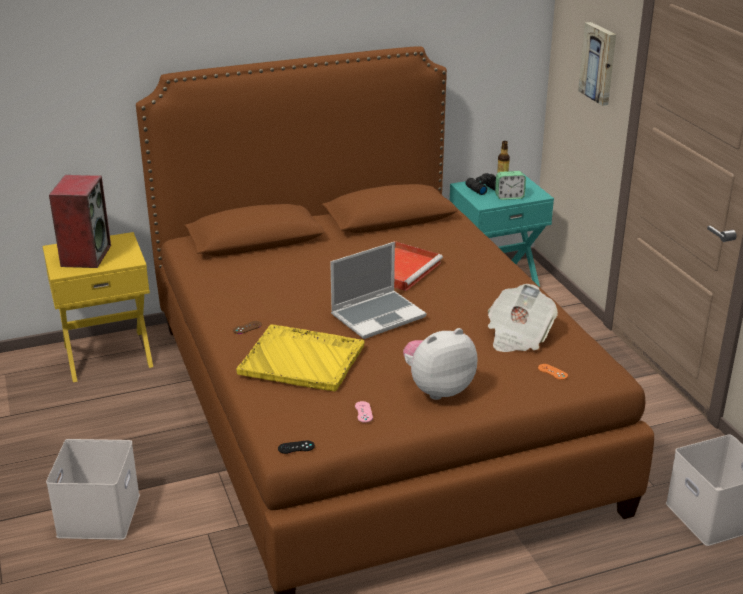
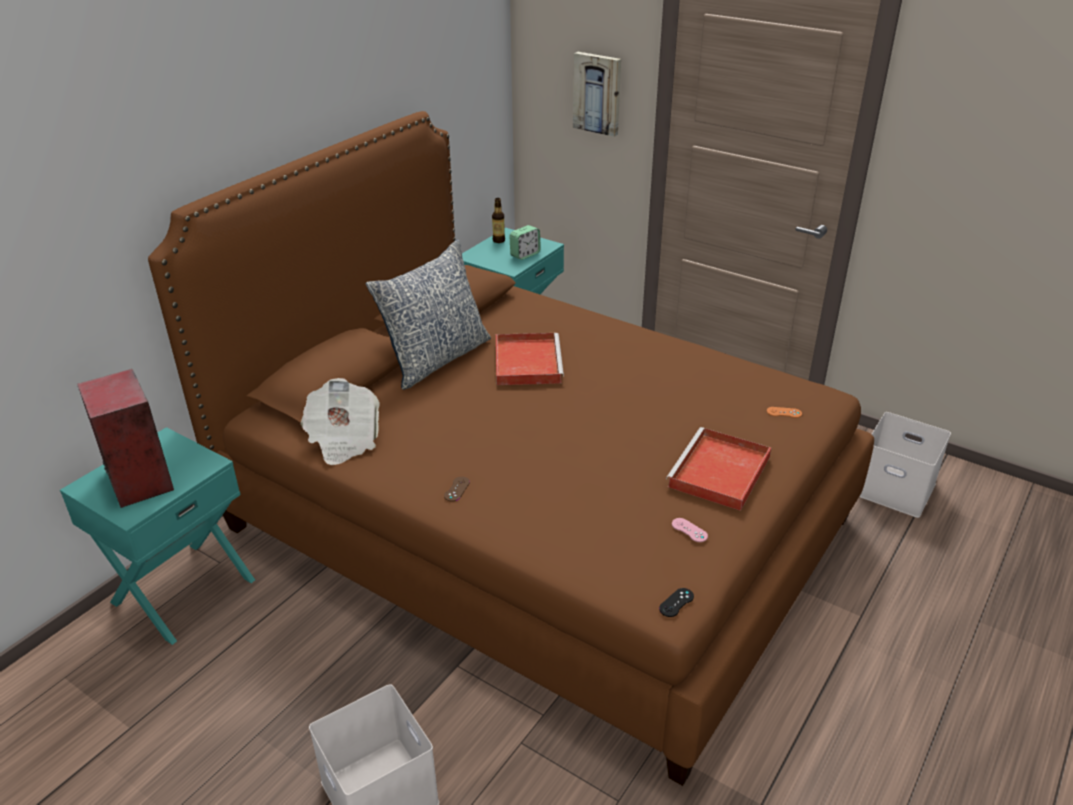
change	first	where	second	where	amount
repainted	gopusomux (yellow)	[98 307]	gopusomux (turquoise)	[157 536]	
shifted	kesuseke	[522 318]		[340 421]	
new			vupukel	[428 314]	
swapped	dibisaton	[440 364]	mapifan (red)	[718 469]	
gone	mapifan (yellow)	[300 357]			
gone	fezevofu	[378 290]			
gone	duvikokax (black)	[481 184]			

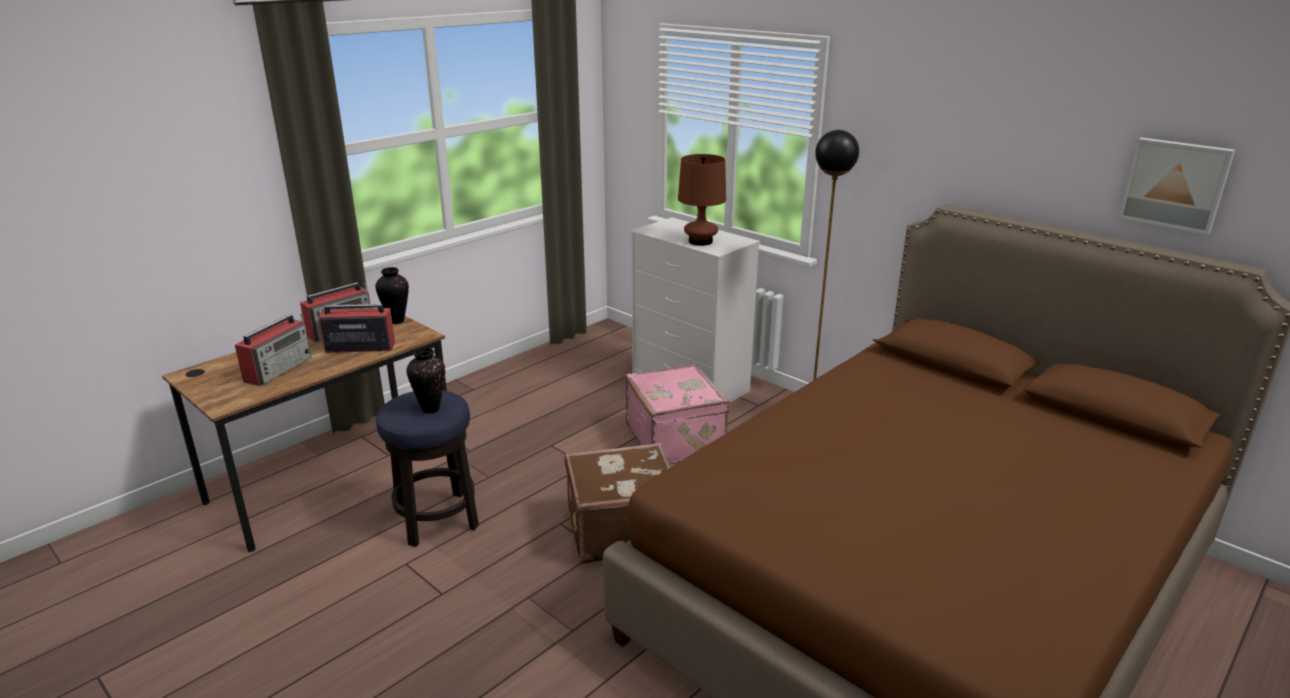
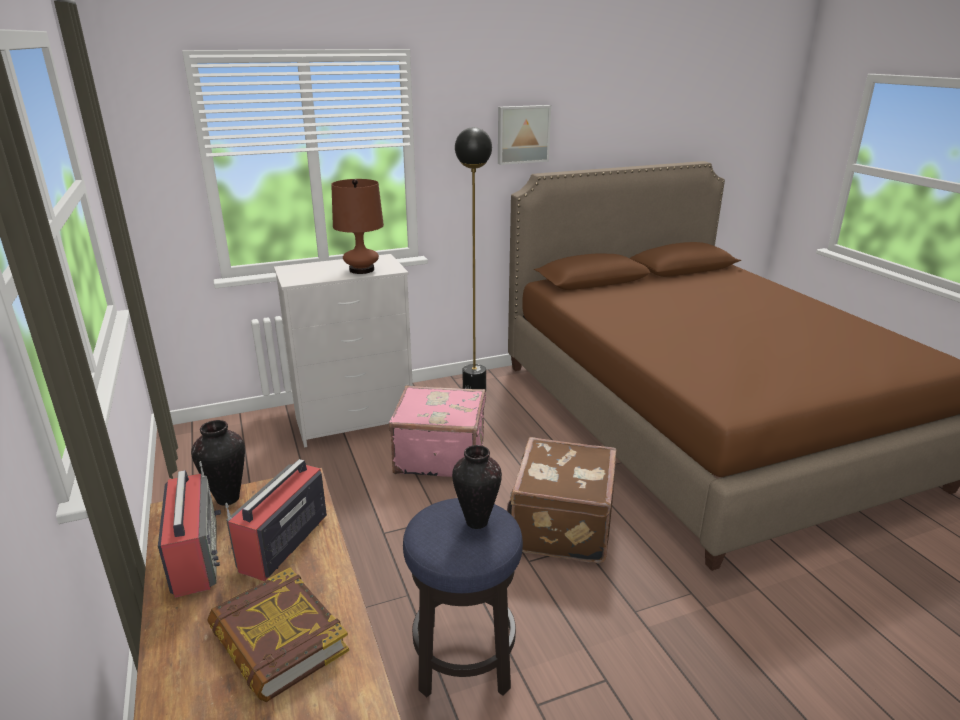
change	first	where	second	where	amount
swapped	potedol	[273 349]	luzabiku	[278 635]	
shifted	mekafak	[1176 185]		[524 135]	

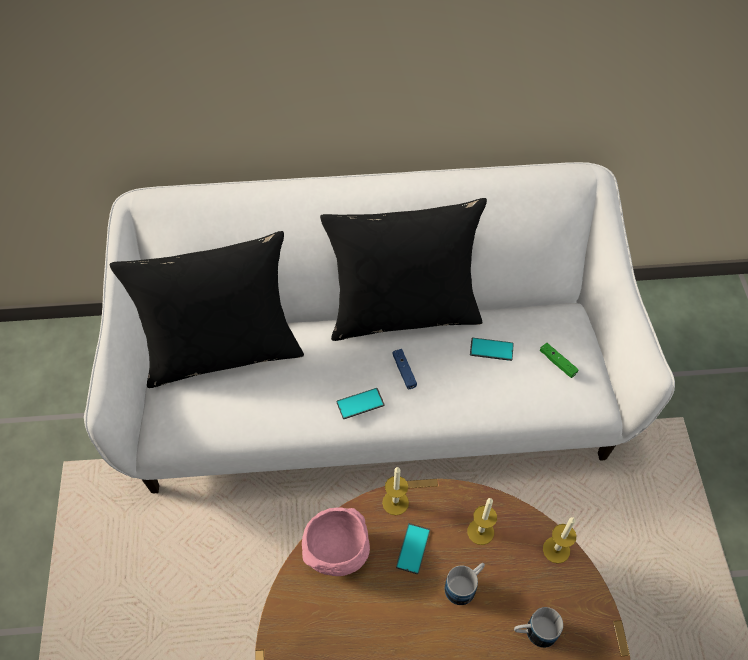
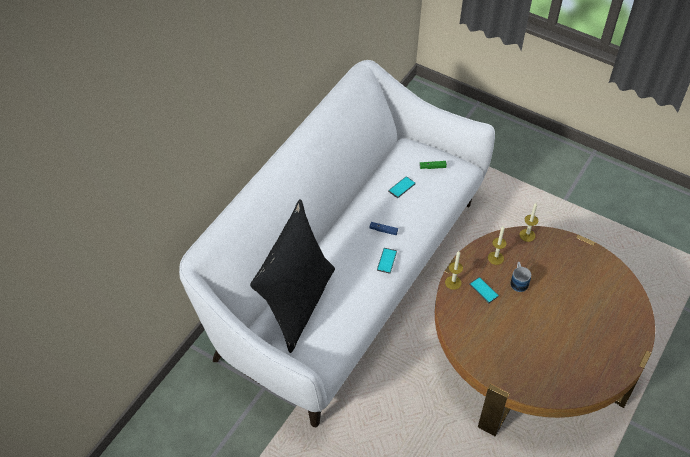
change	first	where	second	where	amount
gone	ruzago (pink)	[336 541]			
gone	vupukel (black)	[403 269]			
gone	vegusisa	[538 627]			

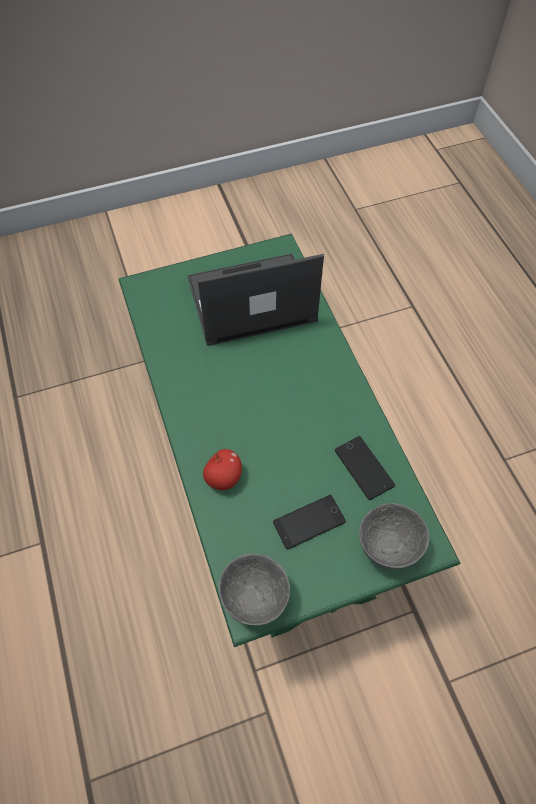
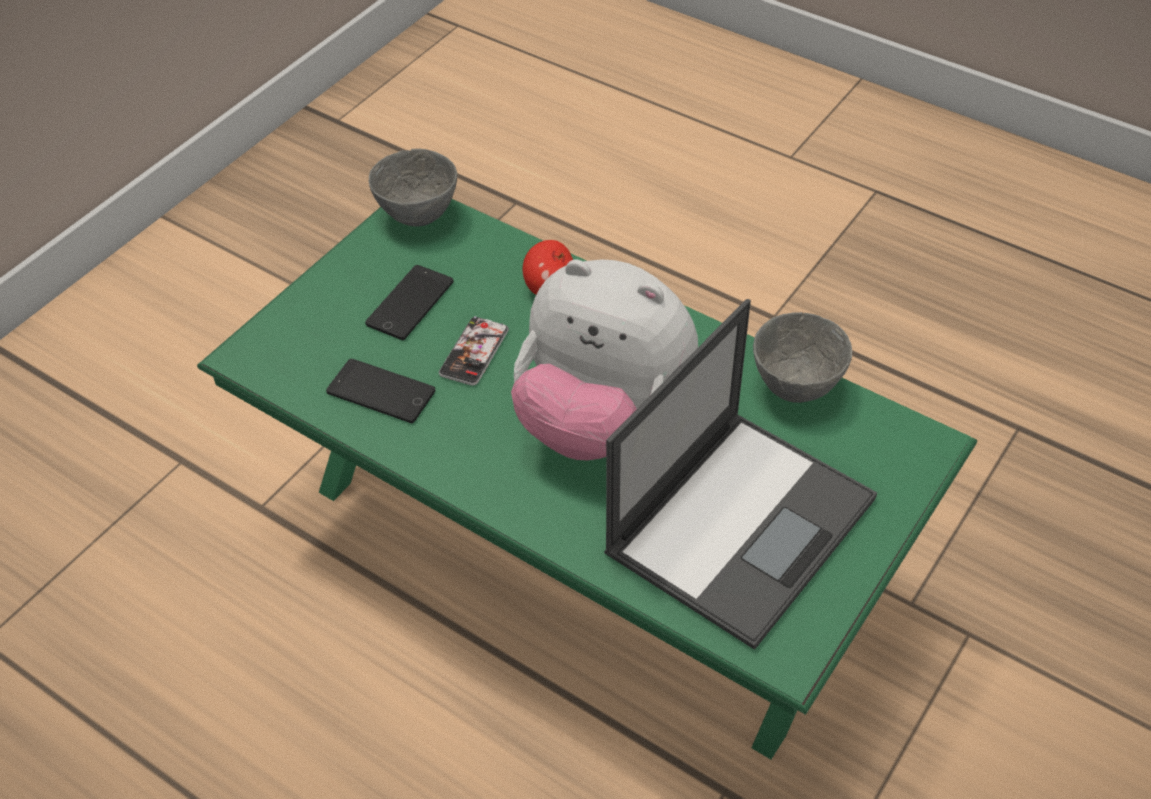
change	first	where	second	where	amount
new			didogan	[474 351]	
new			dibisaton	[604 359]	
shifted	ruzago (grey)	[394 536]		[802 357]	

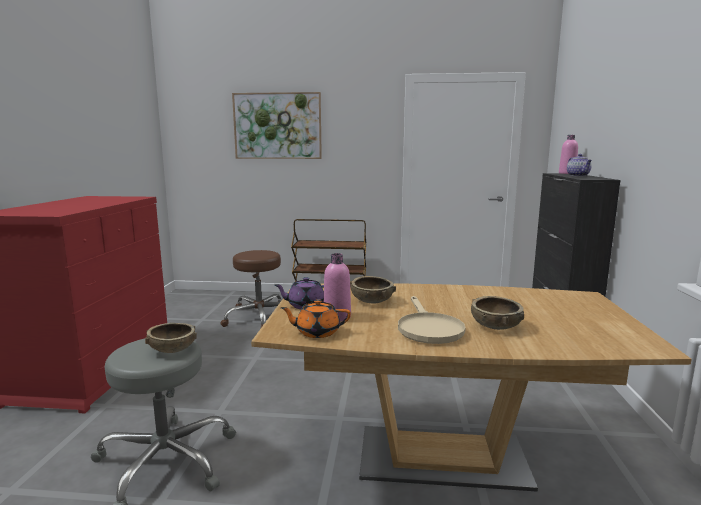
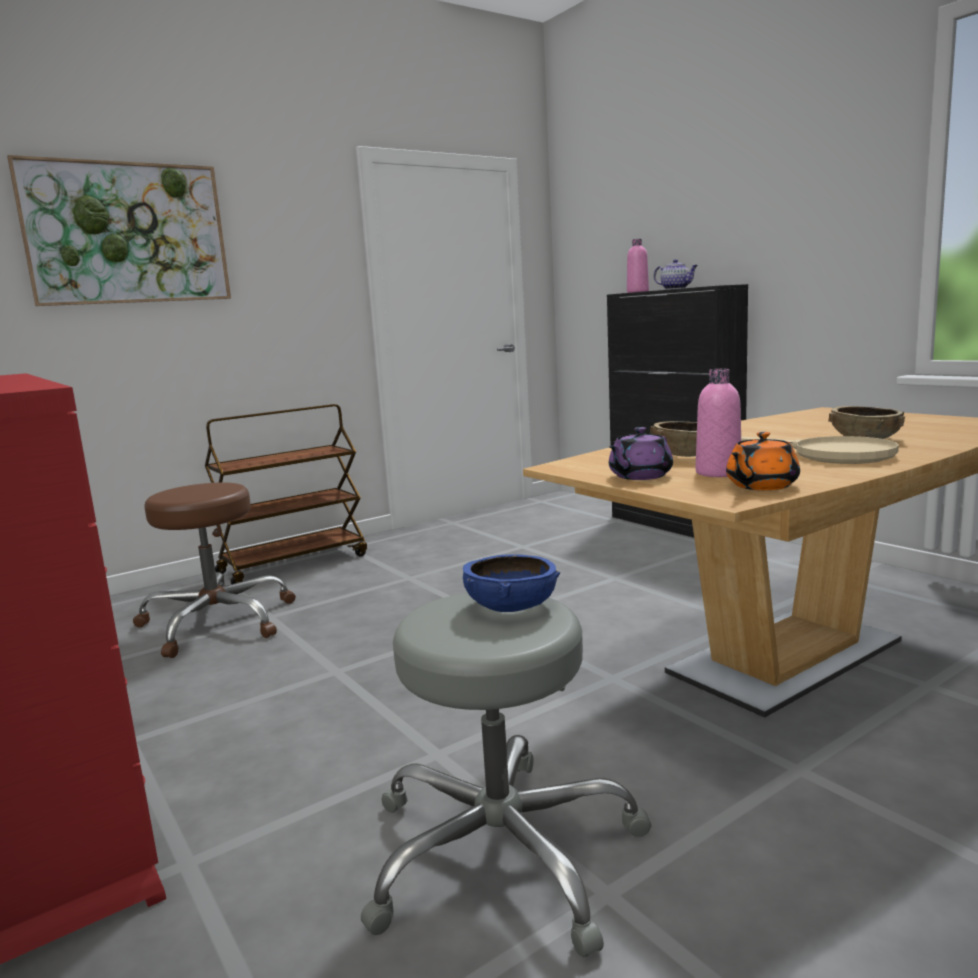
change	first	where	second	where	amount
repainted	ruzago (brown)	[171 338]	ruzago (blue)	[512 583]	

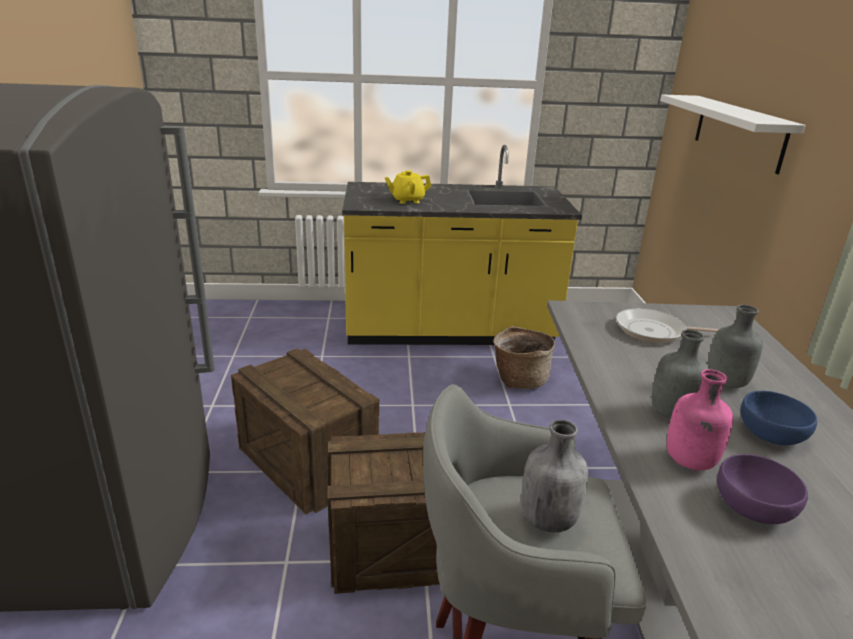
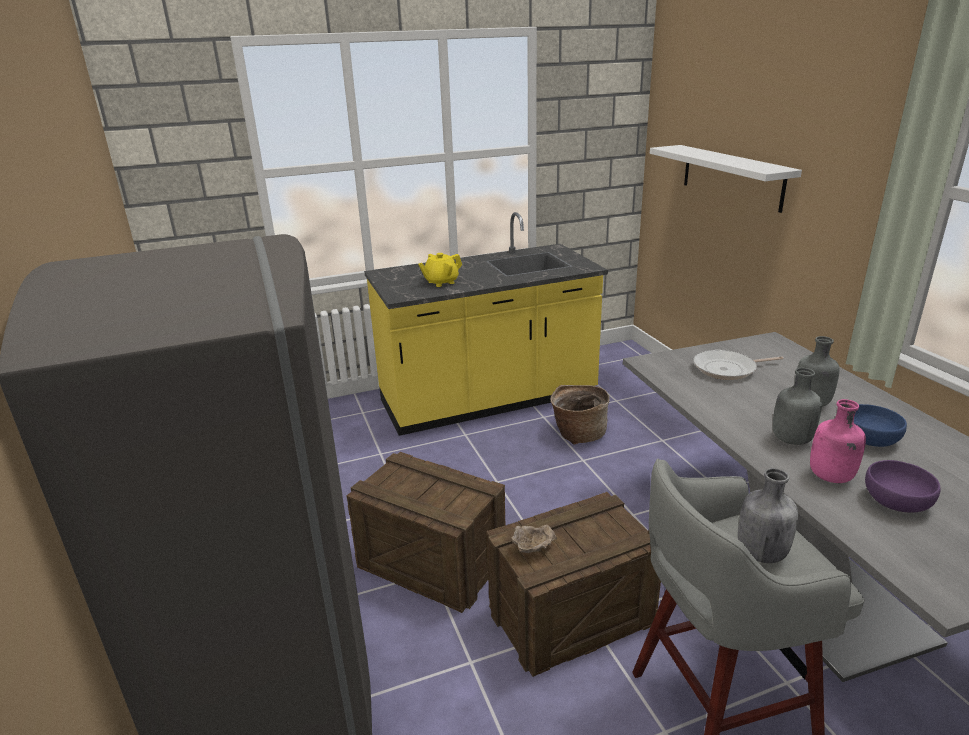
change	first	where	second	where	amount
new			ruzago (beige)	[534 539]	

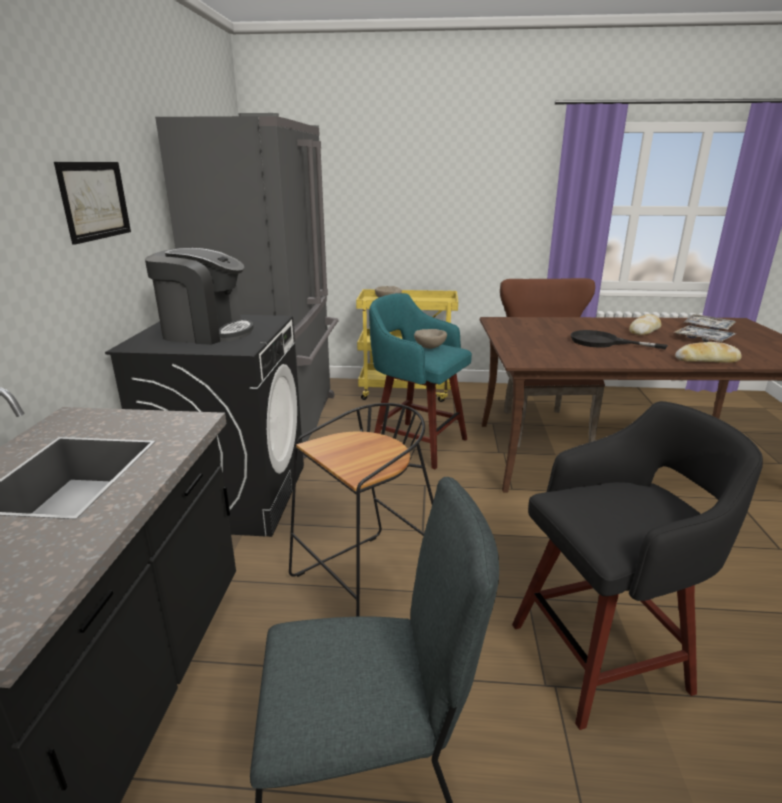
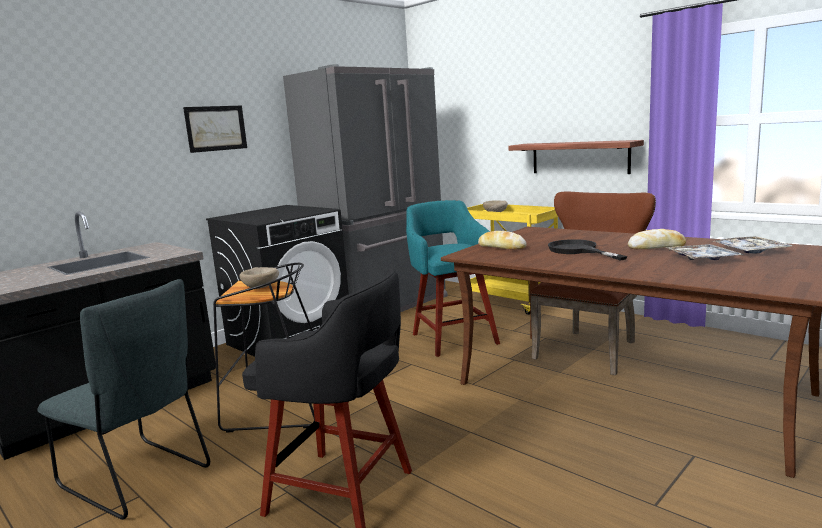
change	first	where	second	where	amount
shifted	ruzago (beige)	[430 339]		[259 278]	
shifted	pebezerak	[708 352]		[502 240]	
new			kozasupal	[576 157]	
gone	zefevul	[199 296]			

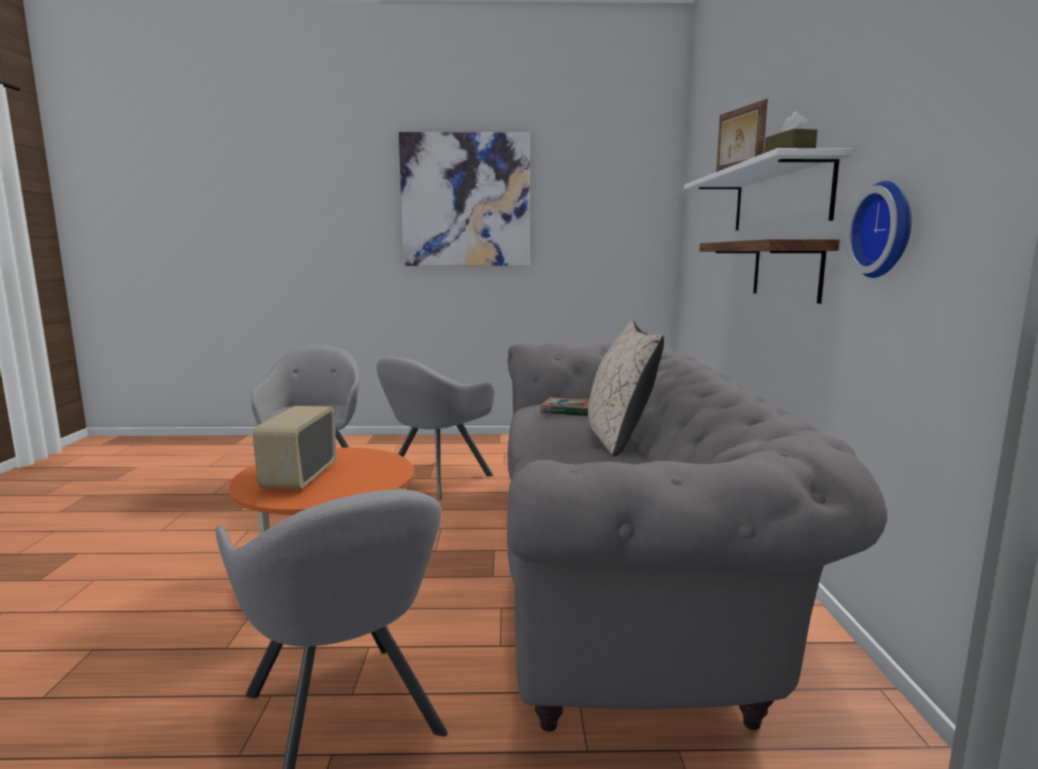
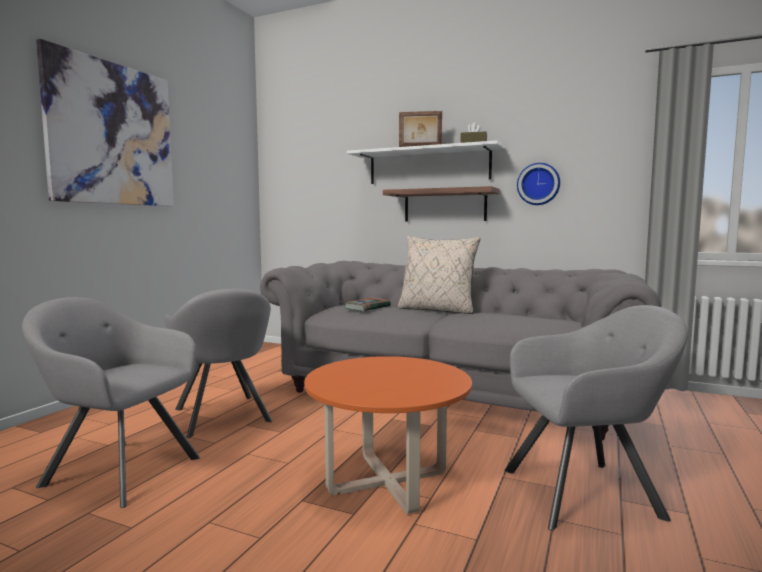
change	first	where	second	where	amount
gone	potedol	[294 448]			

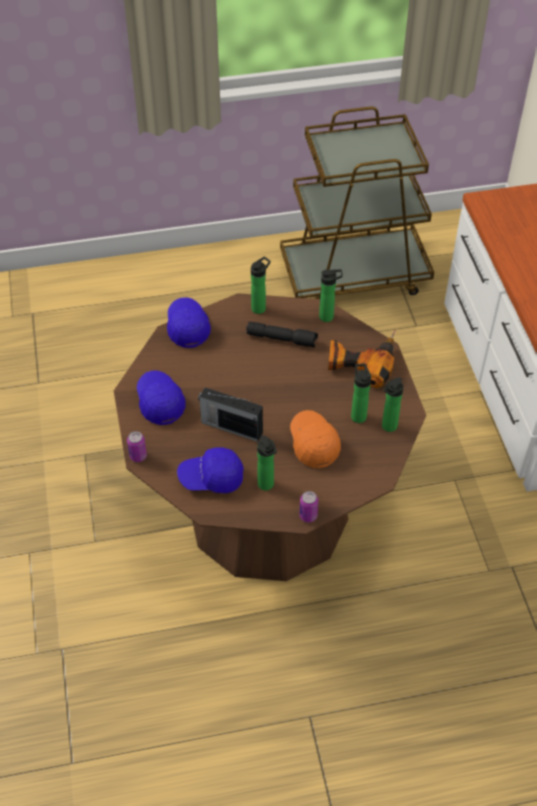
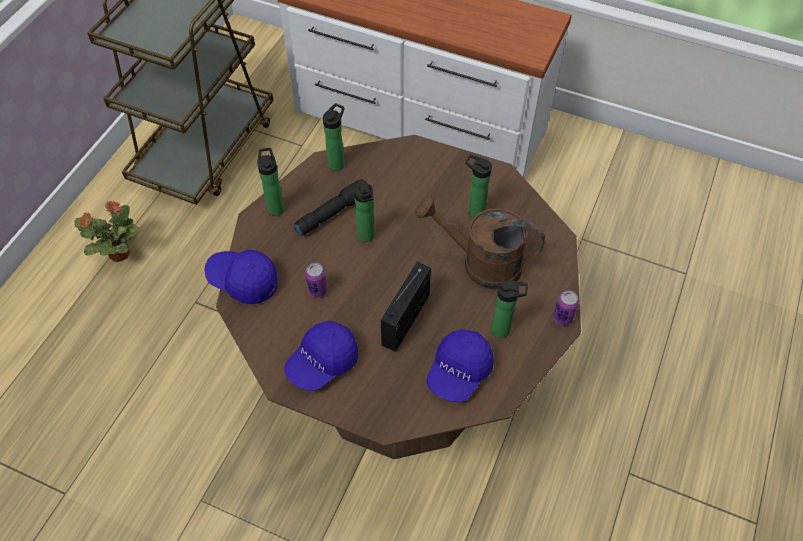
change	first	where	second	where	amount
new			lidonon	[107 231]	
rotated	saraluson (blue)	[161 397]		[321 356]	60 degrees counterclockwise
shifted	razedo	[137 446]		[316 280]	
shifted	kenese	[393 404]		[364 210]	
rotated	potedol	[230 415]		[406 306]	150 degrees clockwise
swapped	saraluson (orange)	[315 439]	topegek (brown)	[480 243]	
gone	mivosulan	[362 359]			

